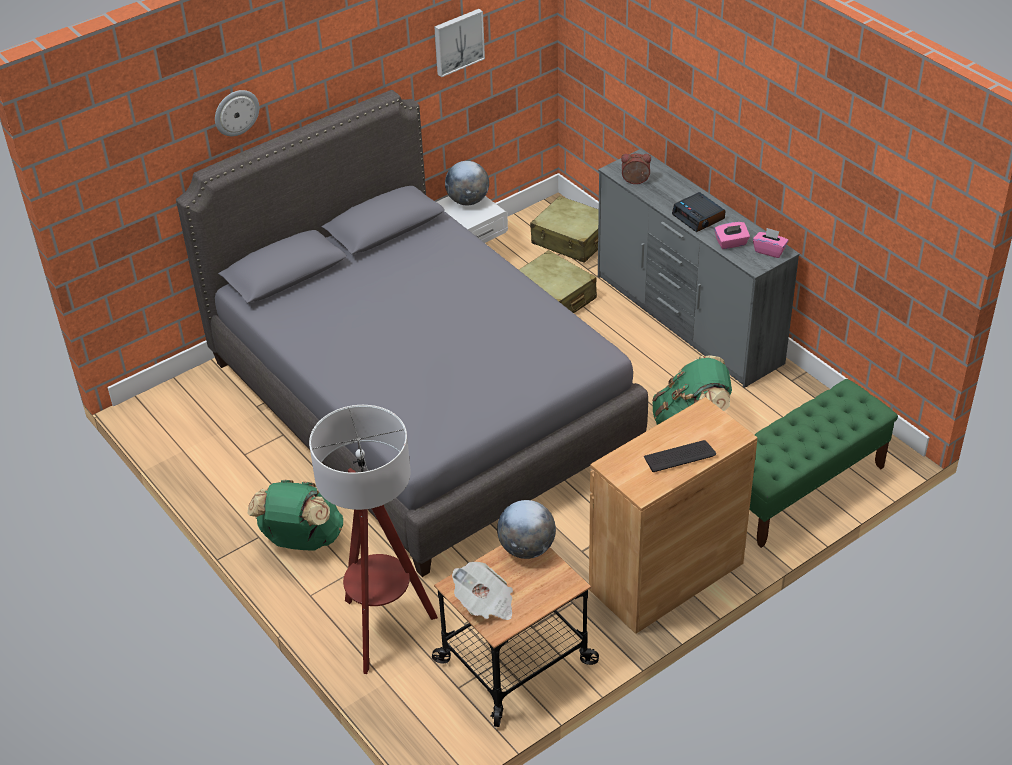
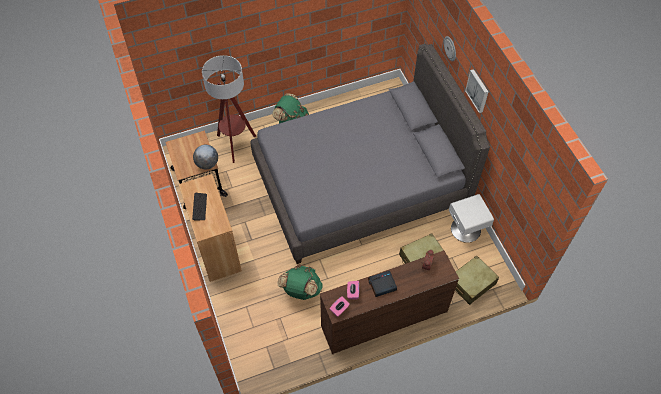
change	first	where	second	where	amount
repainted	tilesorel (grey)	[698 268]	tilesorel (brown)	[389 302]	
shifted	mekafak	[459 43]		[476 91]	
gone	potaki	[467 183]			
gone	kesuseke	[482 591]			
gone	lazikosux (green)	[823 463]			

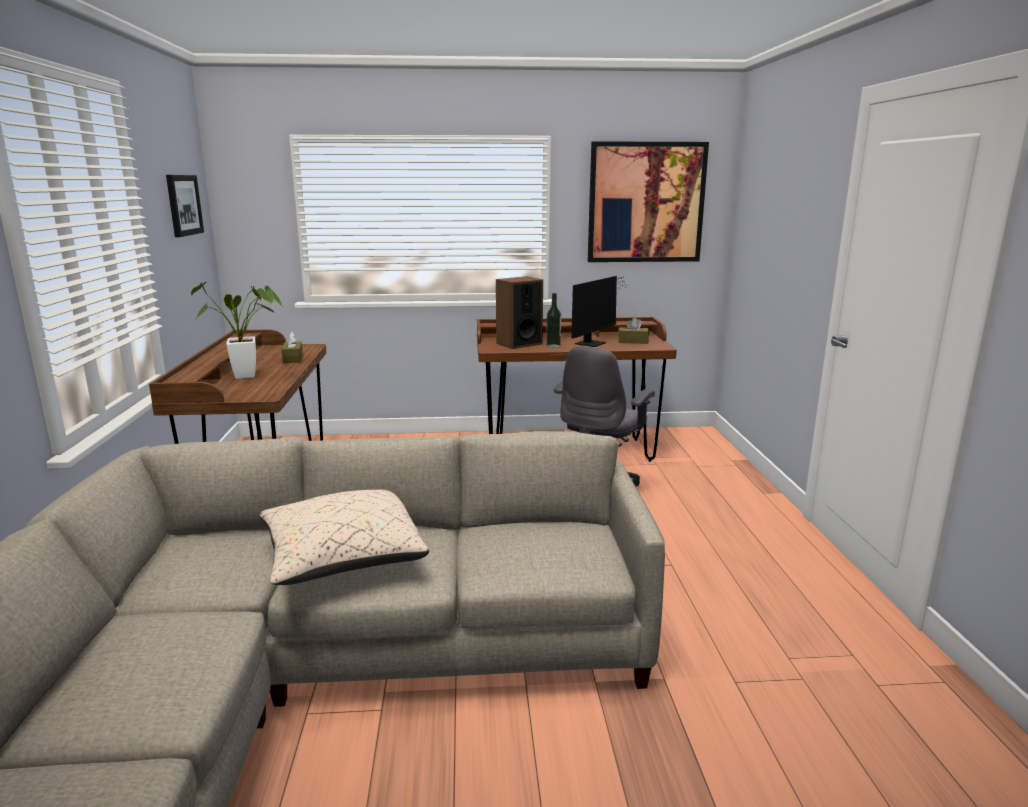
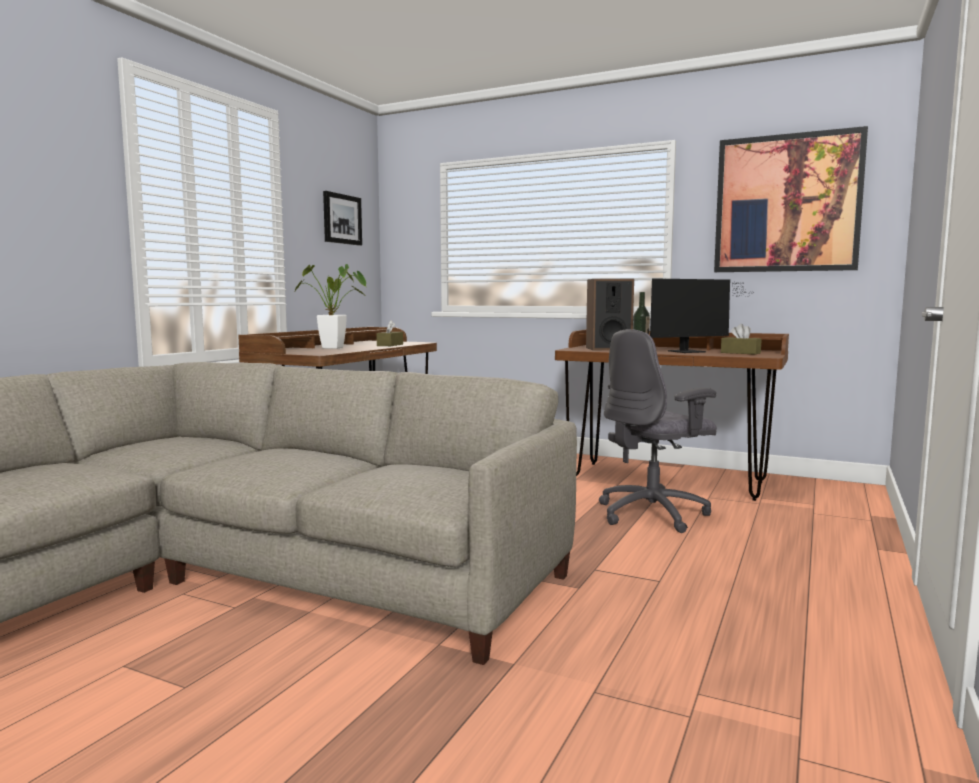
change	first	where	second	where	amount
gone	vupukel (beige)	[344 537]			

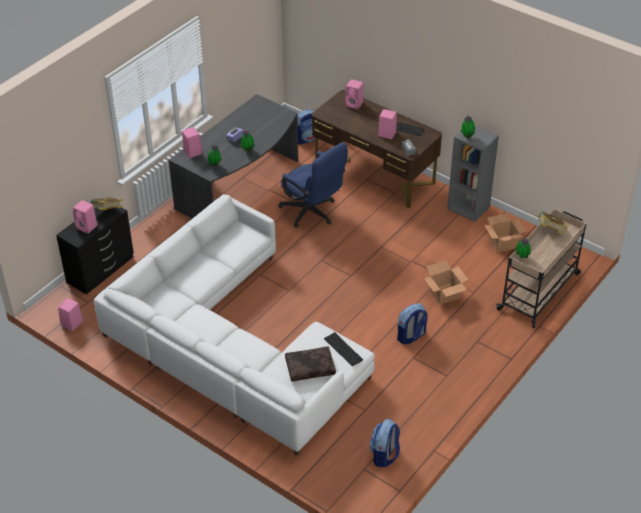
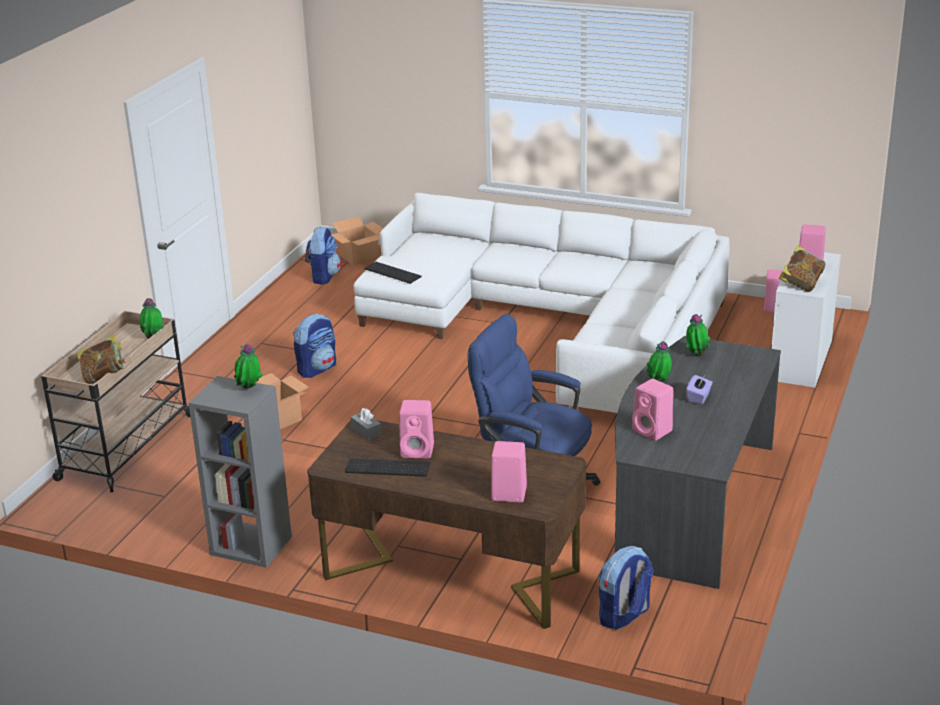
change	first	where	second	where	amount
shifted	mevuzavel	[505 233]		[357 241]	
shifted	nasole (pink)	[192 142]		[652 410]	
repainted	tilesorel (black)	[95 251]	tilesorel (white)	[806 320]	
gone	vupukel (brown)	[310 364]			

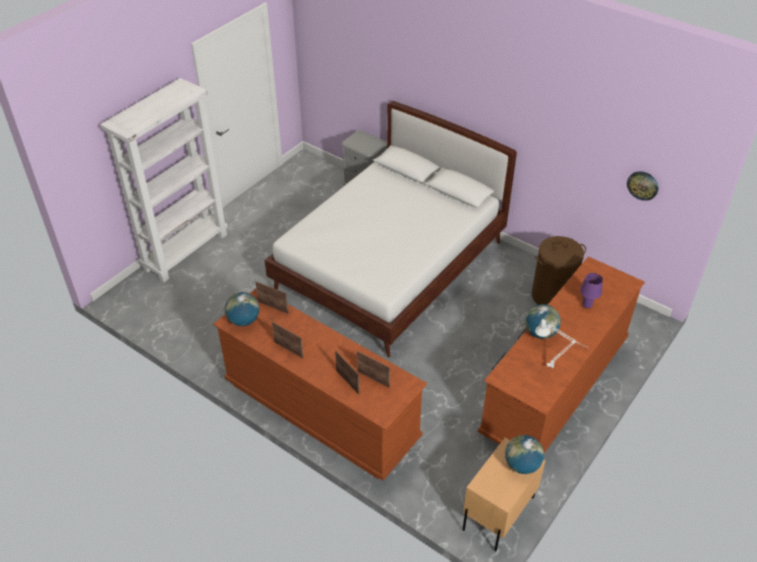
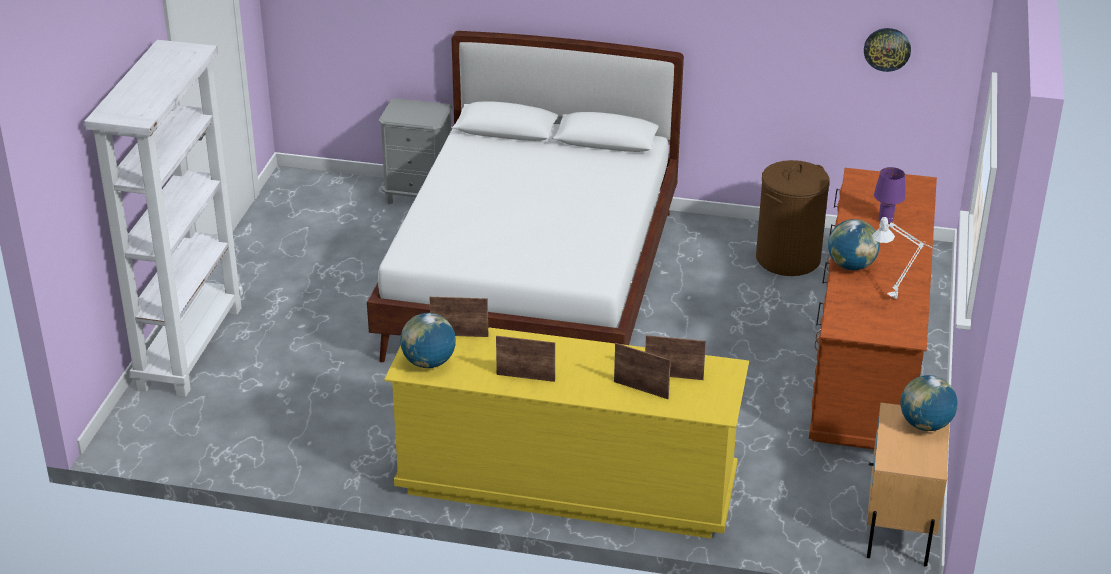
change	first	where	second	where	amount
repainted	tilesorel (brown)	[320 384]	tilesorel (yellow)	[566 432]	

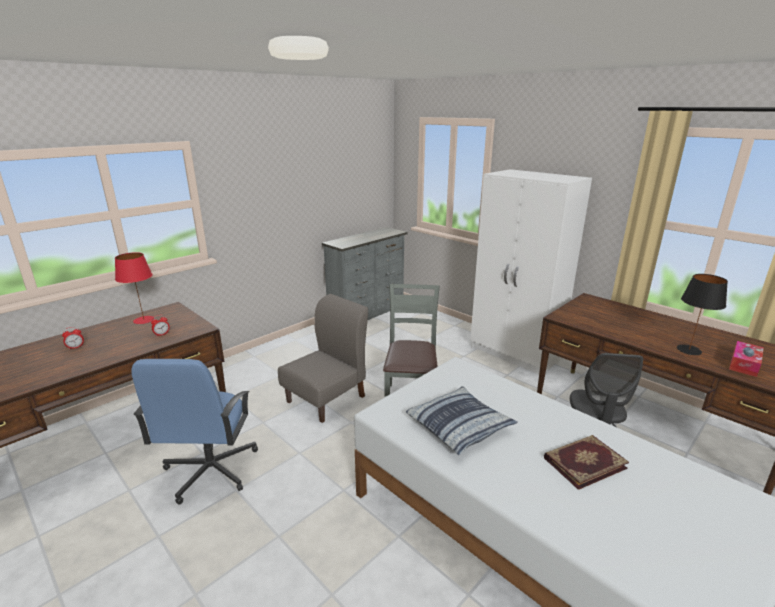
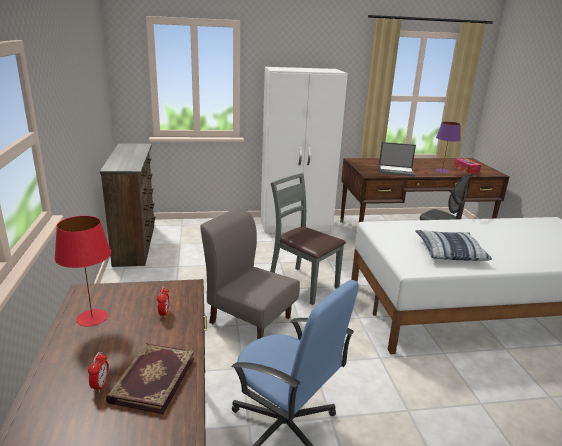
change	first	where	second	where	amount
repainted	tilesorel (grey)	[365 273]	tilesorel (brown)	[127 205]	
shifted	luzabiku	[586 462]		[150 378]	
rotated	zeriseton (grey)	[323 358]		[250 273]	45 degrees counterclockwise
new			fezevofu	[397 159]	
repainted	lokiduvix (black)	[702 314]	lokiduvix (purple)	[448 147]	

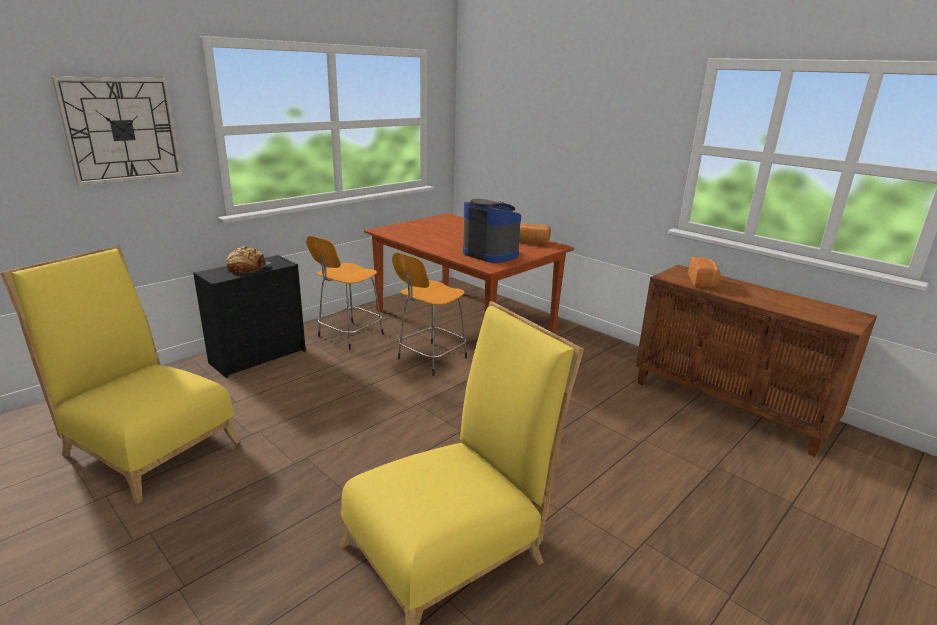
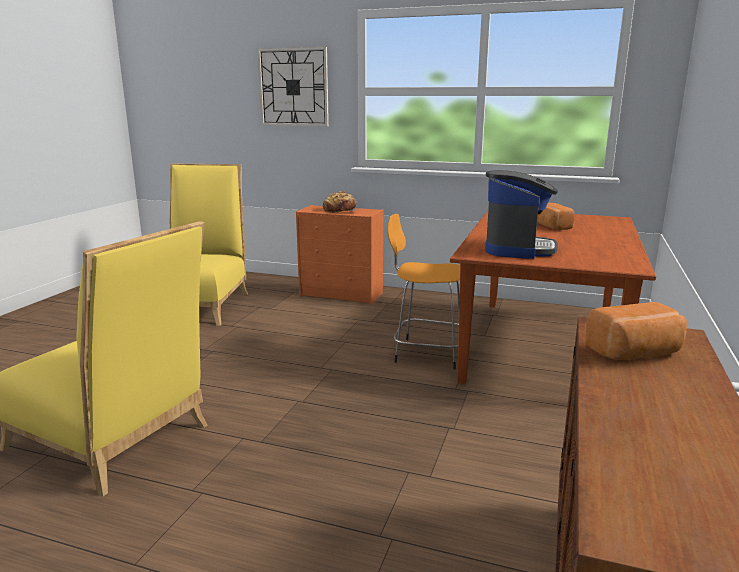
change	first	where	second	where	amount
repainted	tilesorel (black)	[249 316]	tilesorel (orange)	[339 255]	
shifted	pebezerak	[535 233]		[555 216]	
gone	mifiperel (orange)	[345 293]			

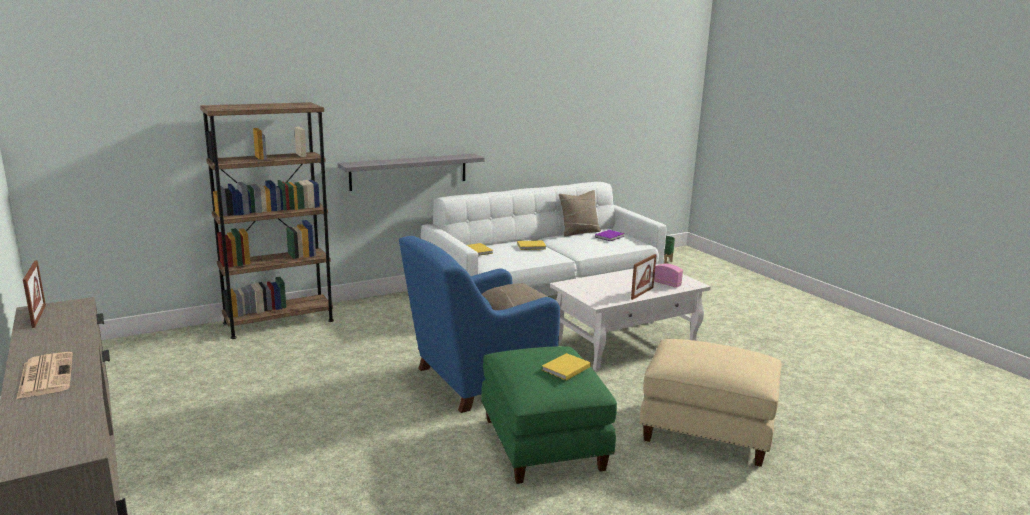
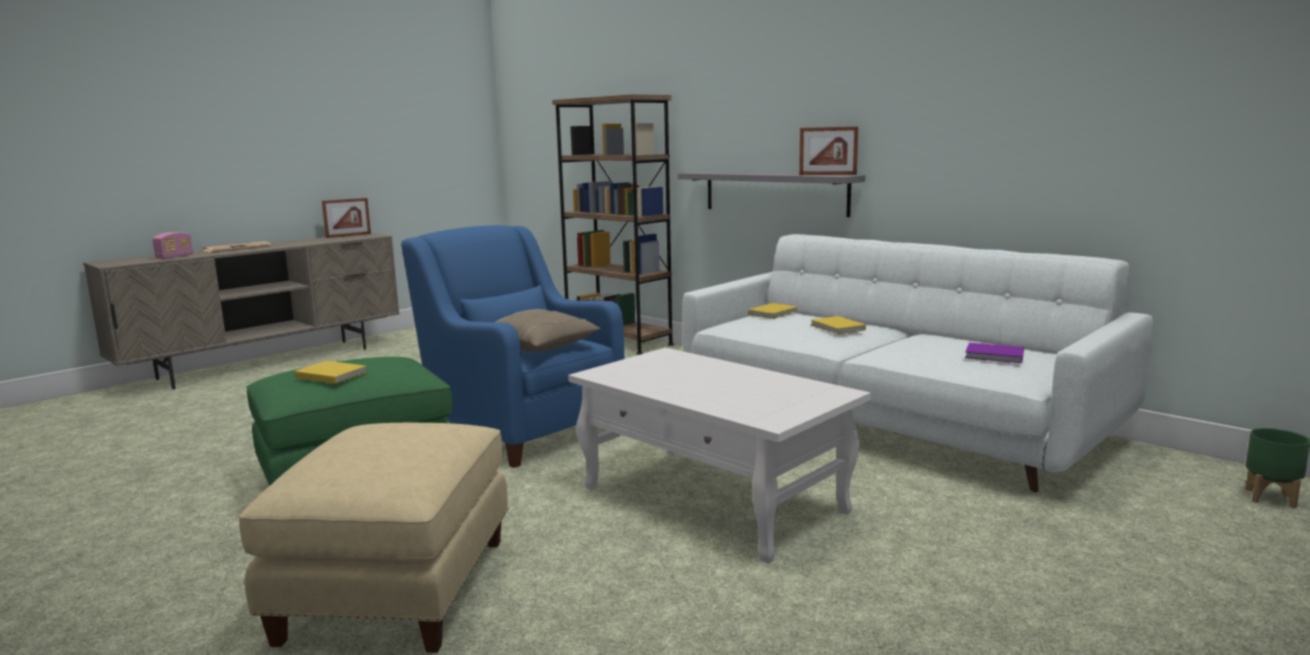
change	first	where	second	where	amount
shifted	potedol	[668 275]		[172 245]	
shifted	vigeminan	[644 277]		[828 151]	
gone	vupukel (beige)	[580 213]			

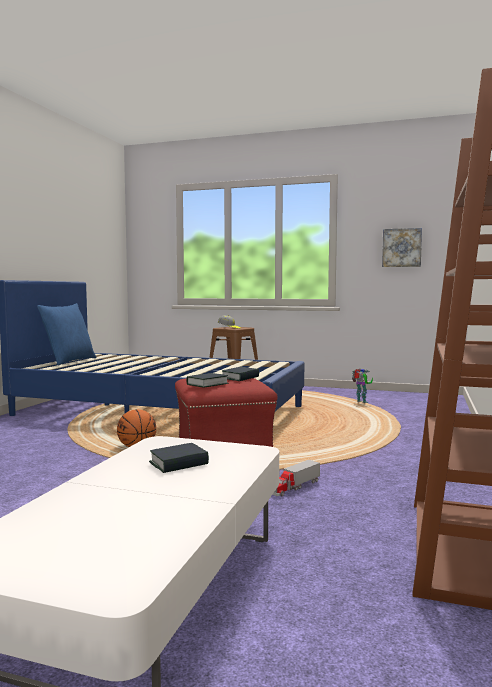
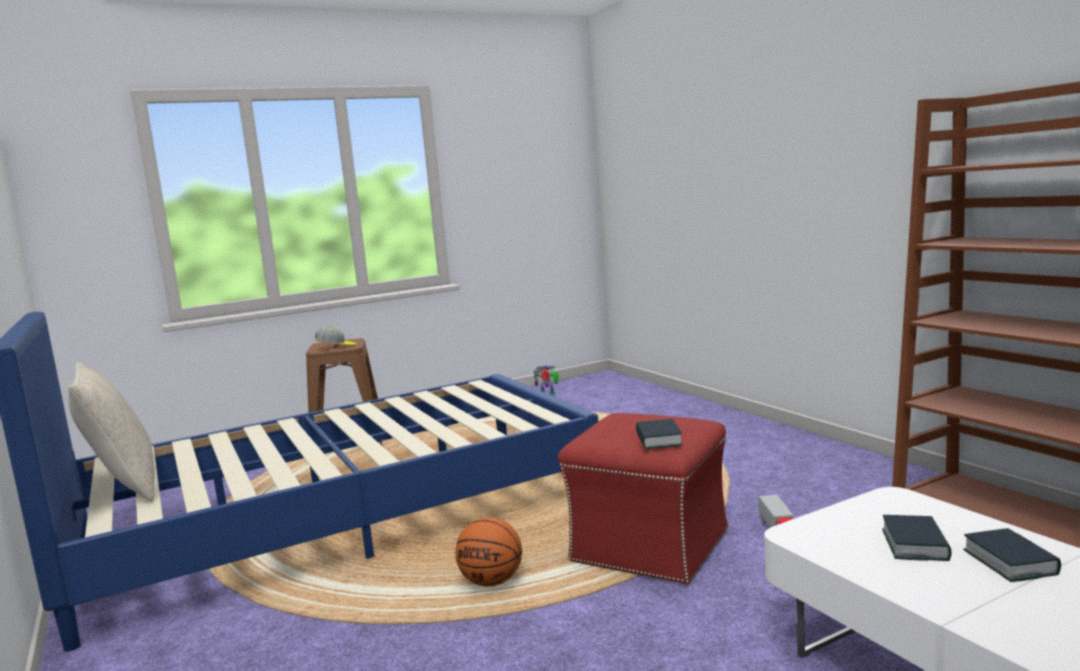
change	first	where	second	where	amount
repainted	vupukel (blue)	[66 334]	vupukel (beige)	[111 432]	
shifted	luzabiku	[240 374]		[1012 555]	
gone	mekafak	[402 247]			

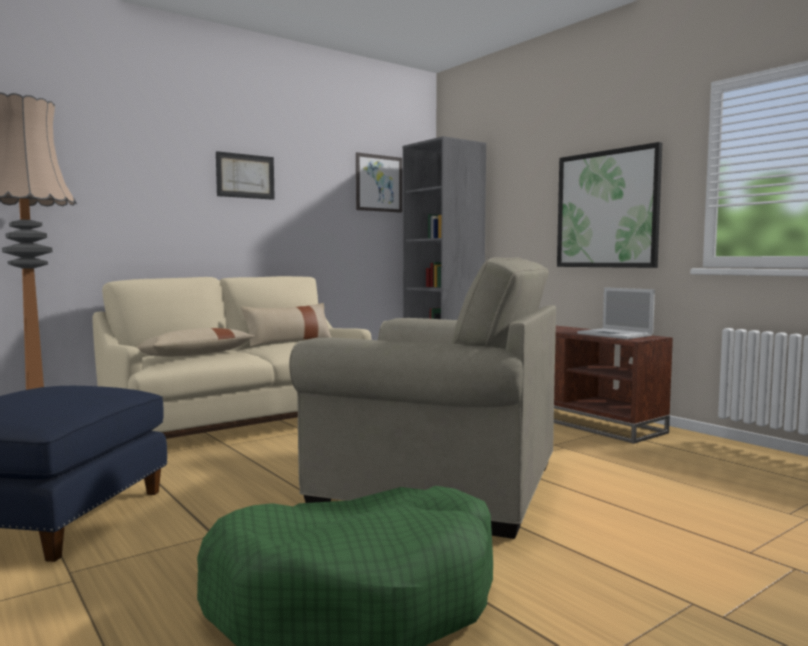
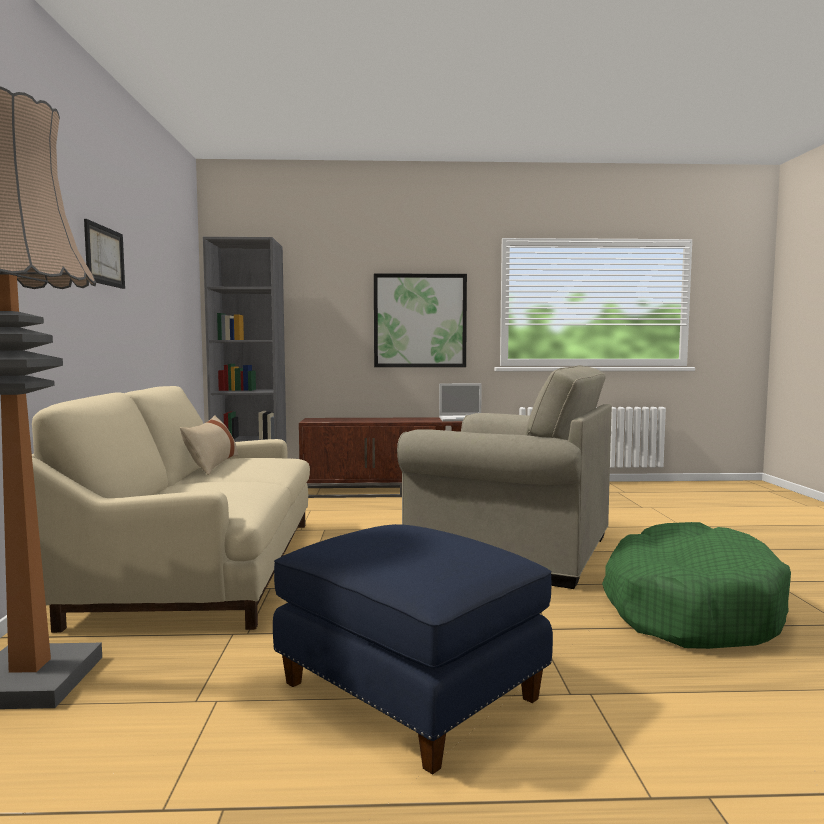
change	first	where	second	where	amount
rotated	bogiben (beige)	[422 398]		[504 477]	60 degrees clockwise
gone	vupukel (beige)	[195 342]			
gone	mekafak	[379 182]			

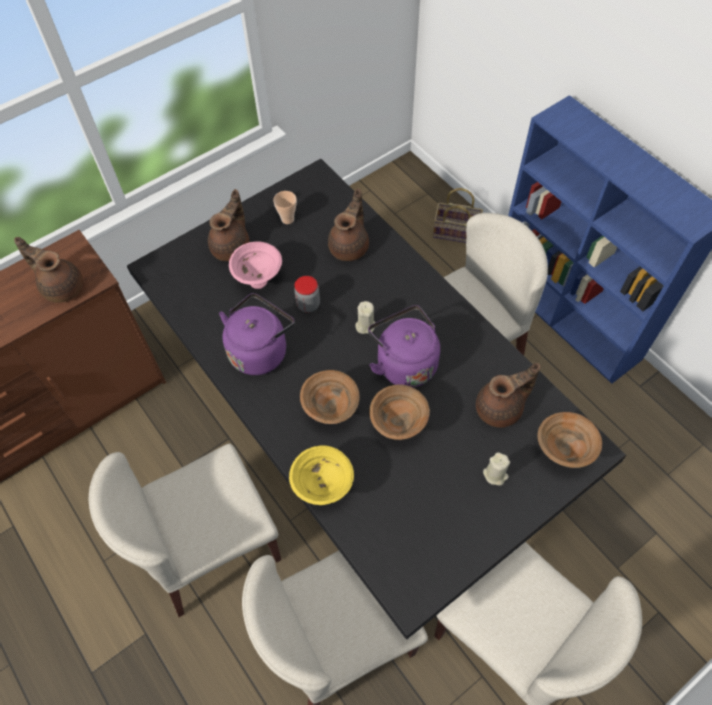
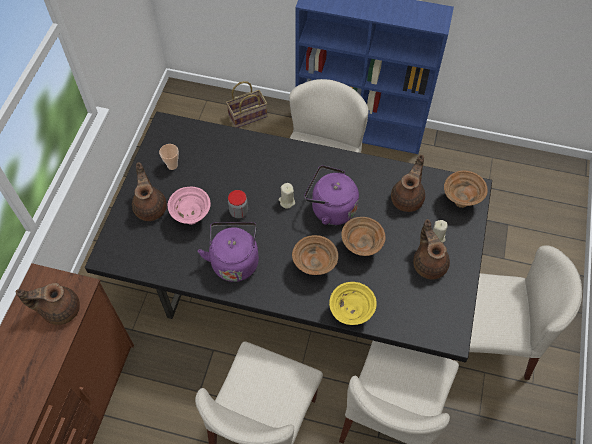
change	first	where	second	where	amount
shifted	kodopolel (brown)	[348 224]		[431 249]	

